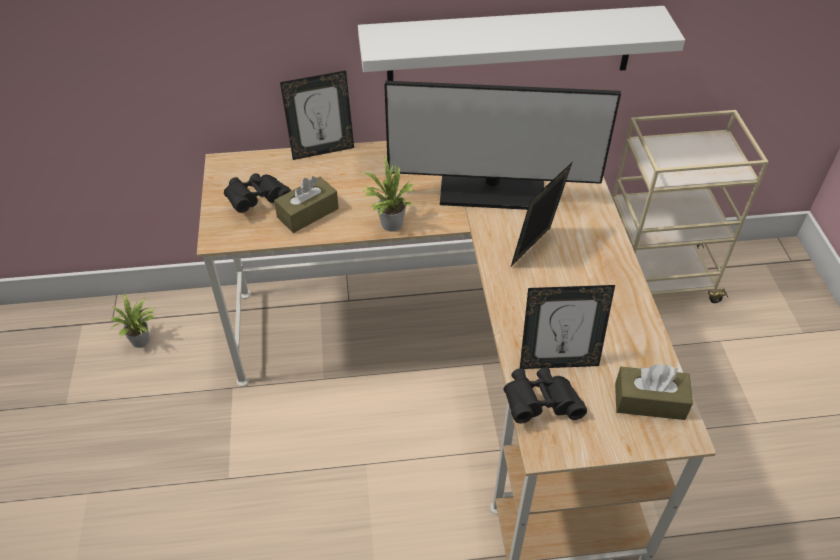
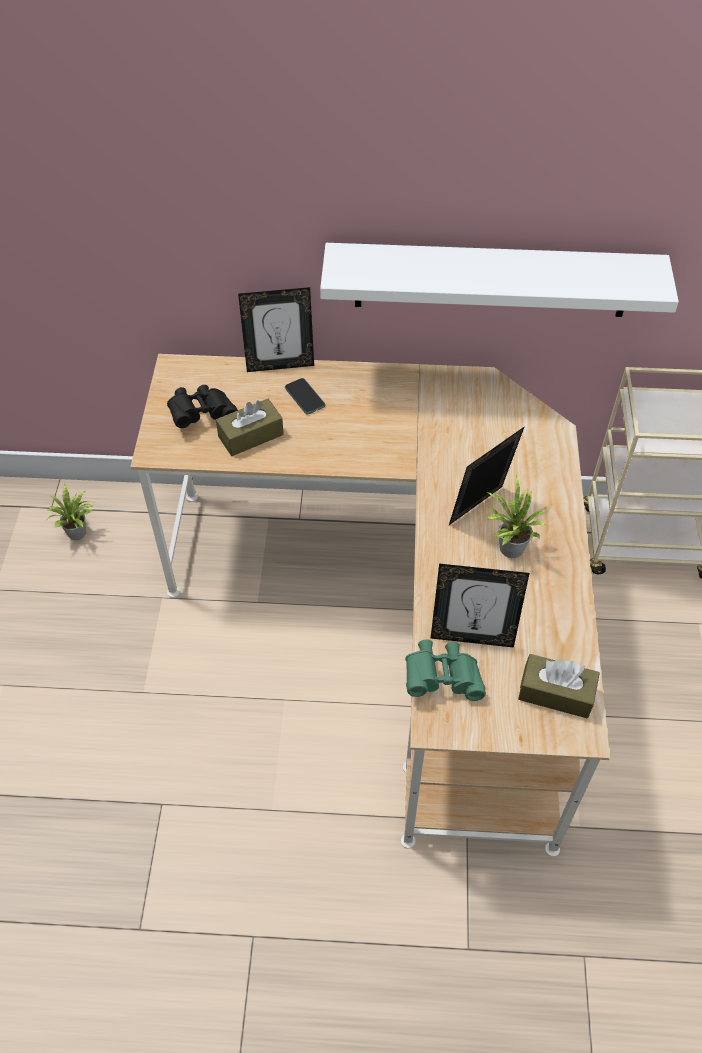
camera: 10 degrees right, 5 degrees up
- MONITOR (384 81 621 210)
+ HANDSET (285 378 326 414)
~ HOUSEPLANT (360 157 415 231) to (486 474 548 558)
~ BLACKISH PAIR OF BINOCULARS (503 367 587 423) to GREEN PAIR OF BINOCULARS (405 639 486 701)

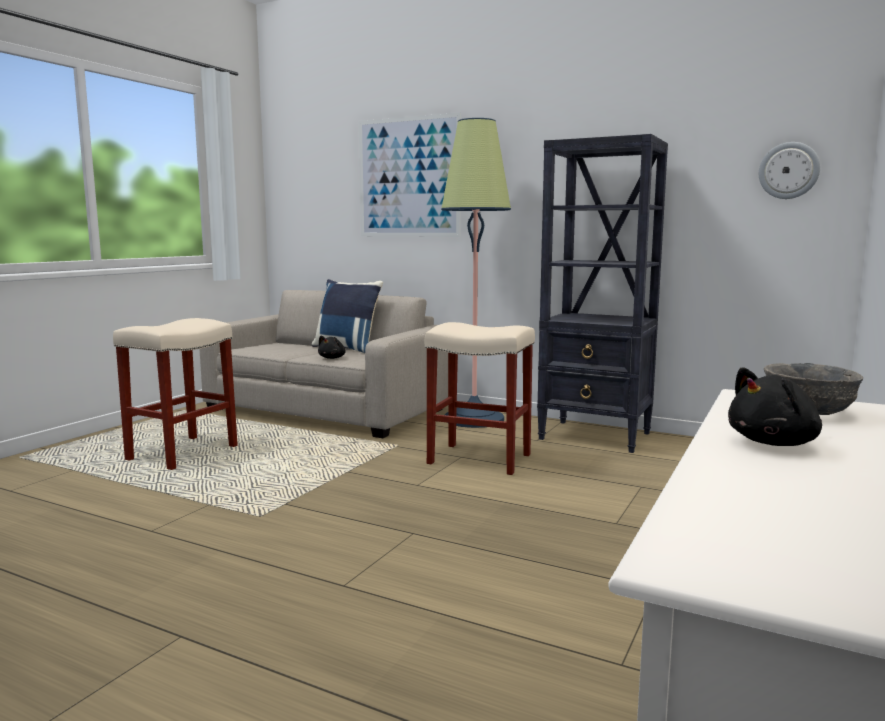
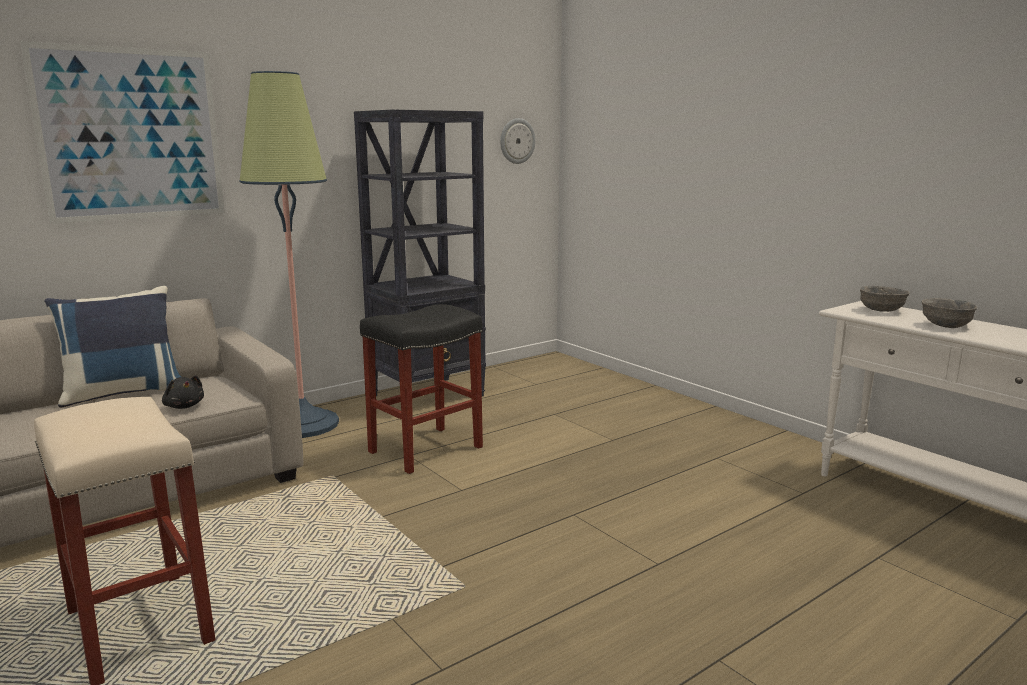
camera: 65 degrees left, 5 degrees up
~ BLACKISH CUDDLY TOY (728 368 822 446) to GRAY BOWL (922 298 977 328)
~ SAND-COLOURED STOOL (425 322 535 475) to BLACKISH STOOL (360 304 483 474)

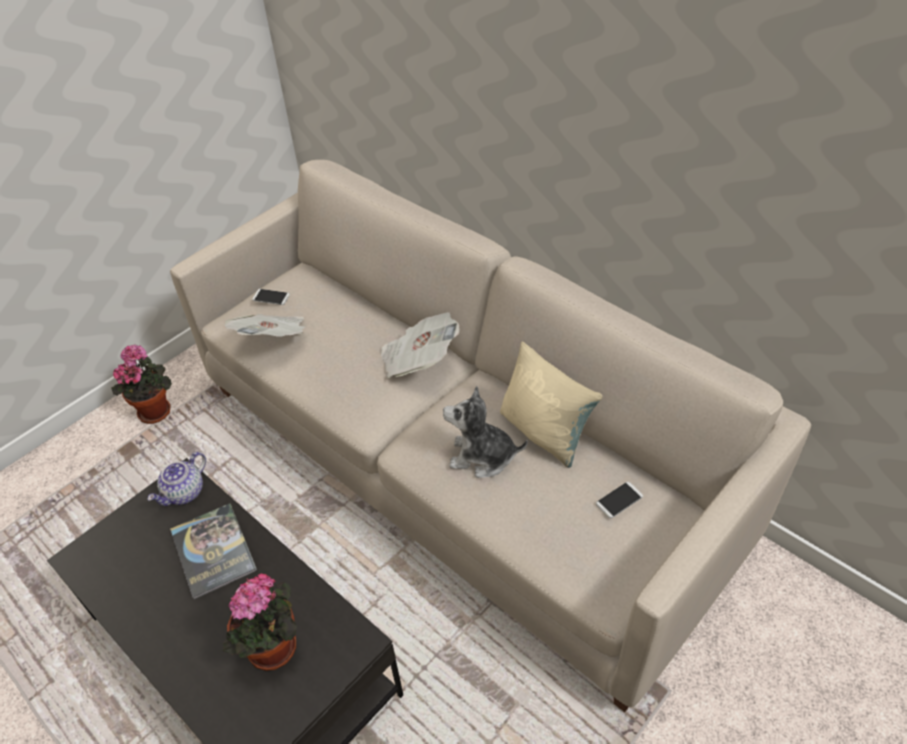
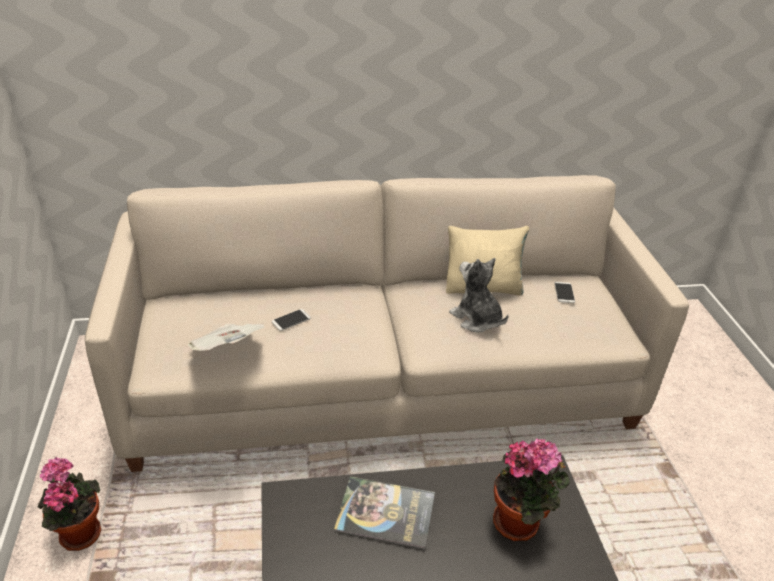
camera: 55 degrees left, 10 degrees down
- TEA POT (148 452 206 506)
- PRINTED PAPER (381 312 460 378)
~ HANDSET (252 289 290 305) to (272 309 311 331)
~ CUDDLY TOY (443 386 528 478) = (449 258 509 332) 90 degrees clockwise

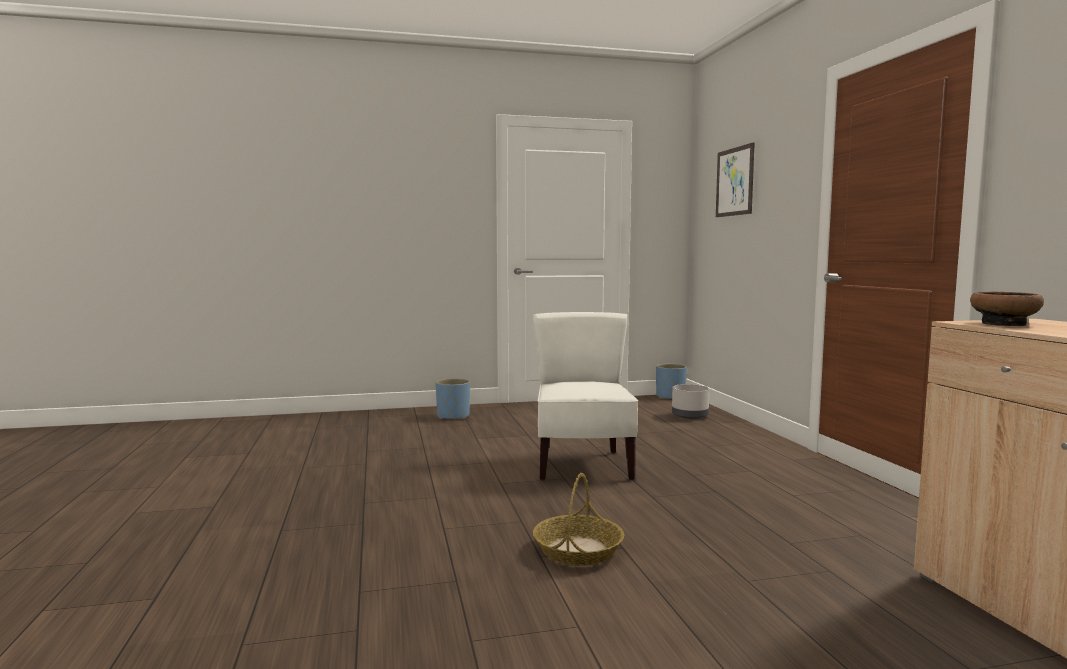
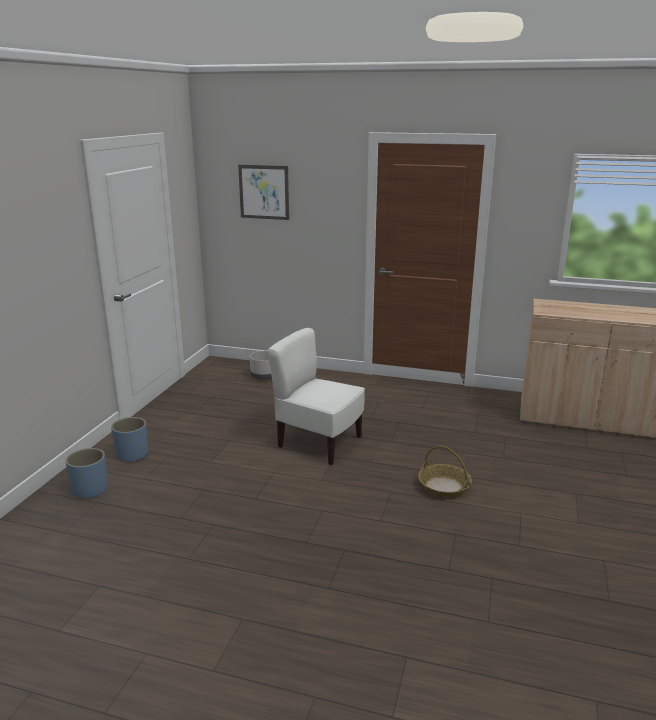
camera: 60 degrees left, 15 degrees up
- BOWL (970 292 1044 326)
~ BLUISH PLANTER (656 364 687 399) to (65 448 108 500)

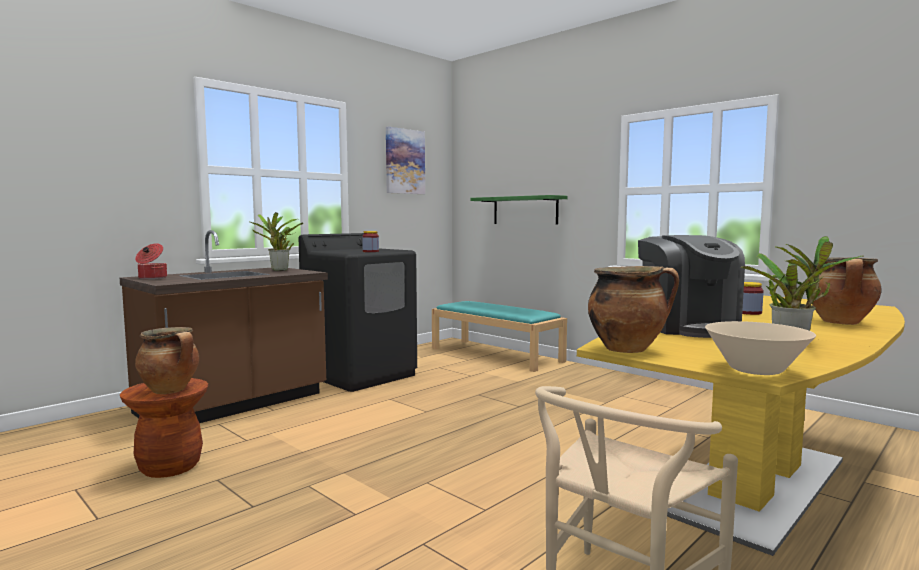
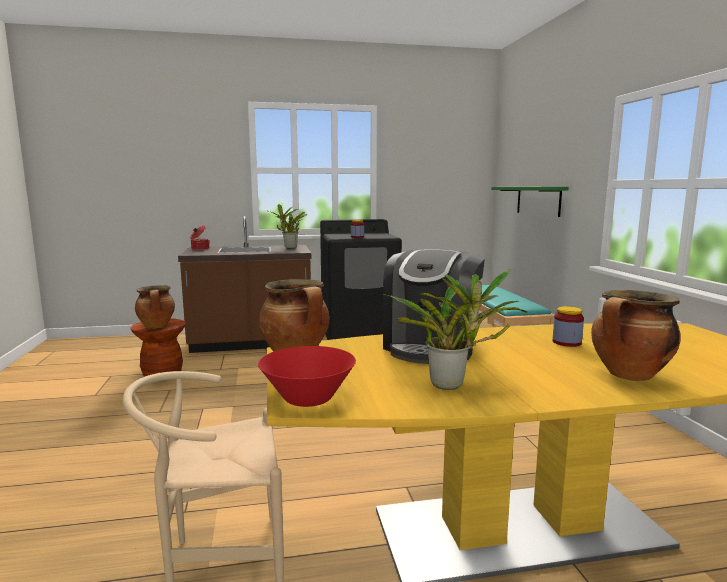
camera: 35 degrees right, 5 degrees up
- PICTURE (386 126 425 194)
~ SAND-COLOURED BOWL (705 321 816 375) to RED-COLOURED BOWL (258 346 356 407)

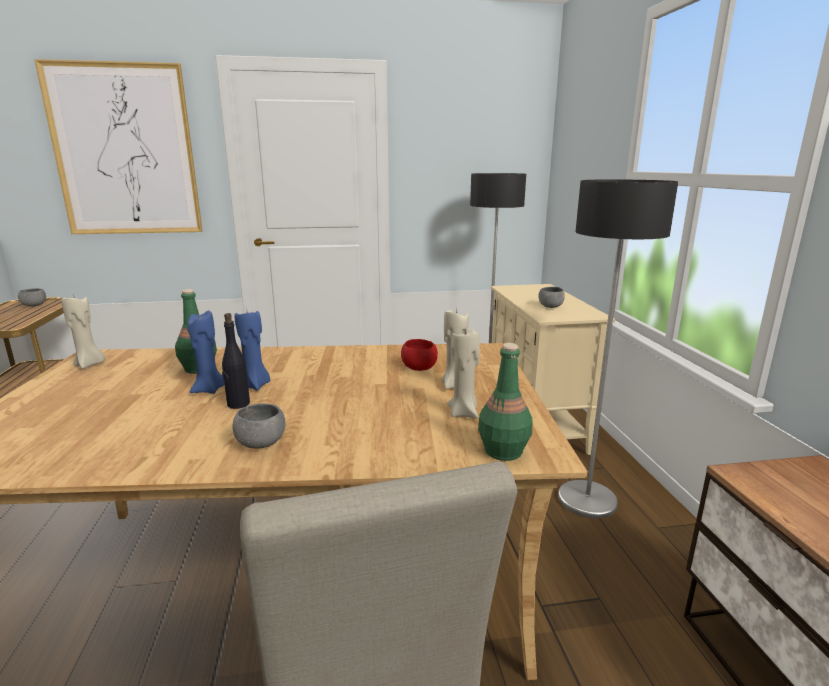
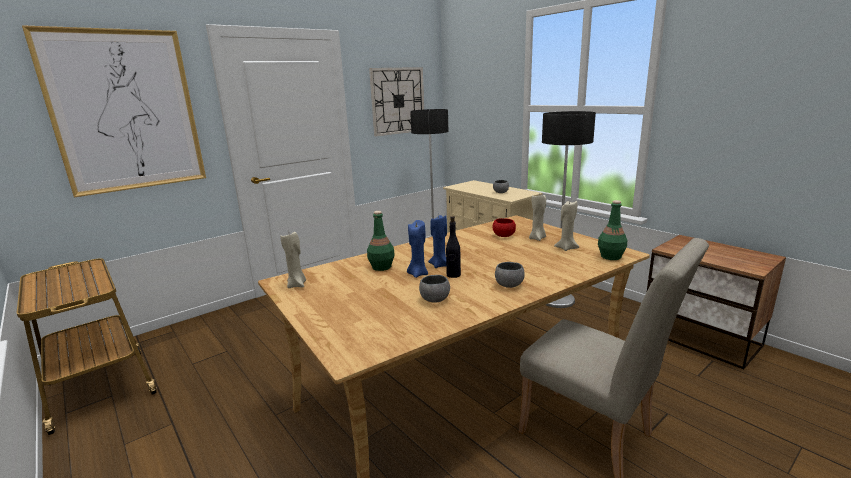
camera: 30 degrees left, 0 degrees up
+ WALL CLOCK (369 67 424 136)
~ GRAY BOWL (18 288 46 306) to (419 275 450 303)

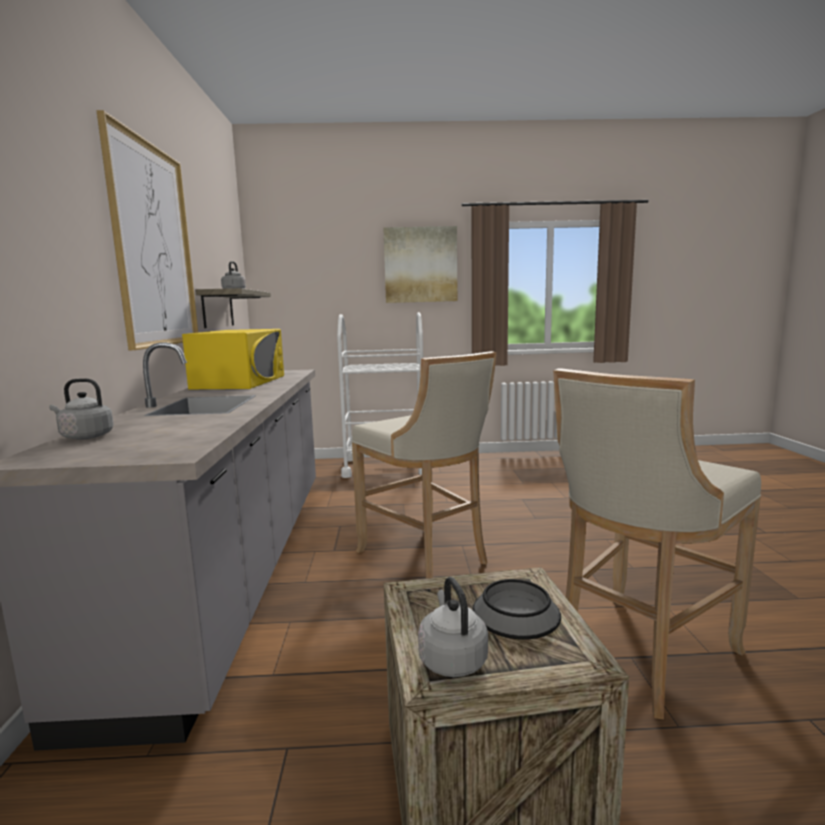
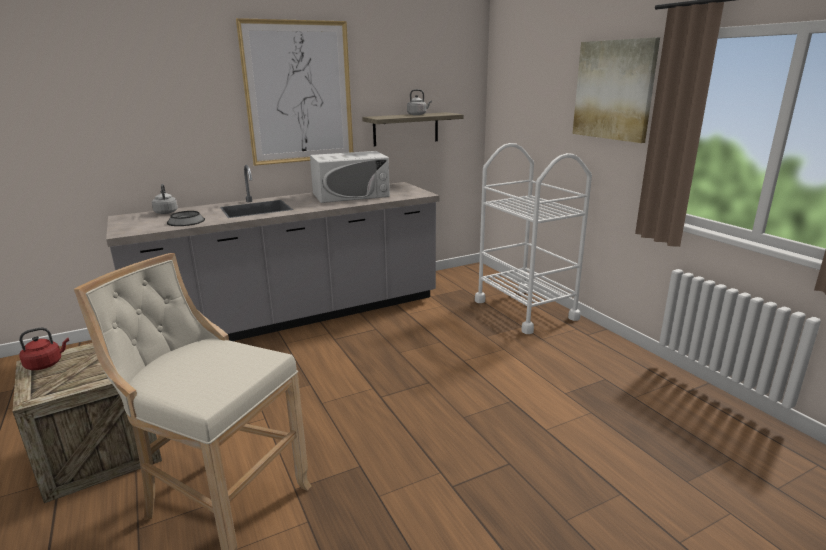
camera: 65 degrees right, 10 degrees up
- SAND-COLOURED STOOL (352 351 497 578)
~ BOWL (472 579 561 639) to (167 211 205 226)
~ YELLOW MICROWAVE OVEN (182 329 284 389) to WHITE-COLOURED MICROWAVE OVEN (310 151 390 203)
~ GRAY WATER KETTLE (418 577 488 677) to RED-COLOURED WATER KETTLE (19 327 69 370)

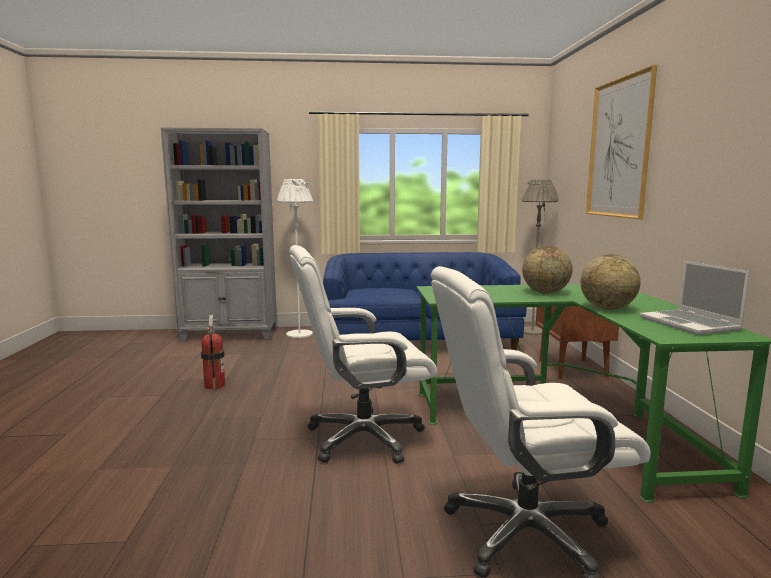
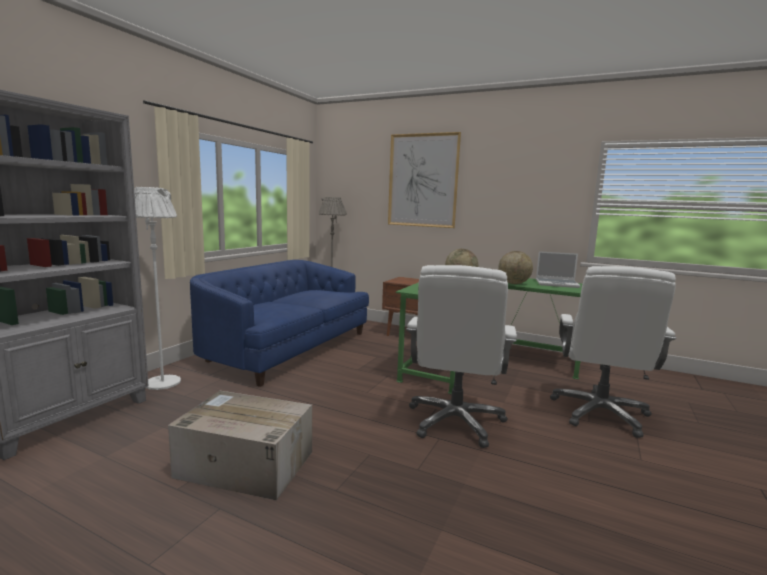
camera: 60 degrees left, 0 degrees up
~ EXTINGUISHER (201 315 225 390) to CARTON (168 391 312 500)

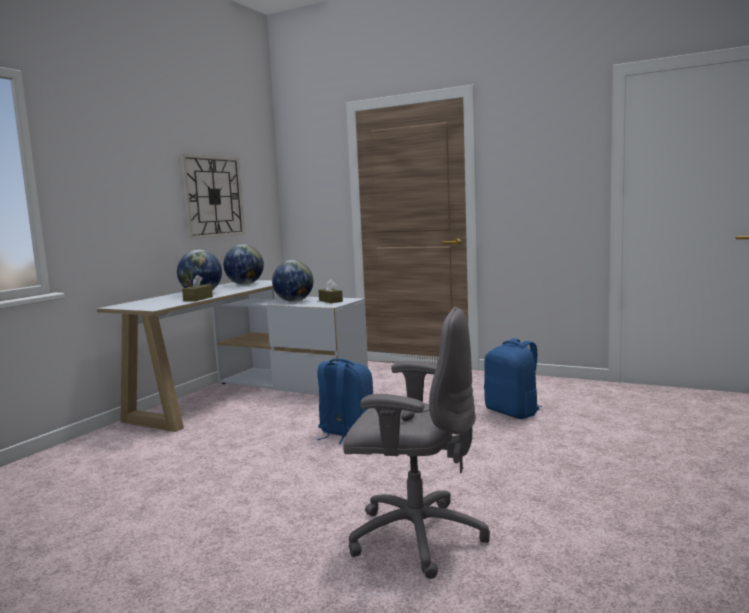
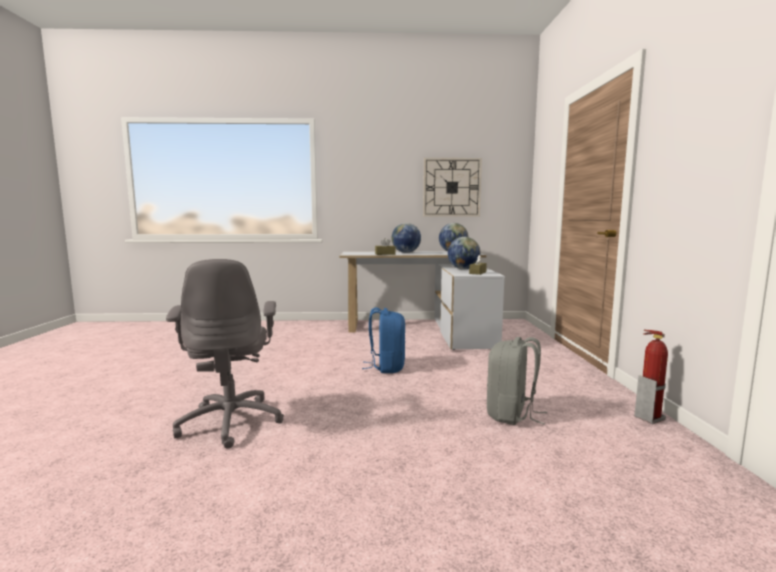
camera: 60 degrees right, 0 degrees up
+ EXTINGUISHER (634 329 668 424)
~ BLUISH KNAPSACK (484 338 543 419) to GRAY KNAPSACK (487 337 547 425)

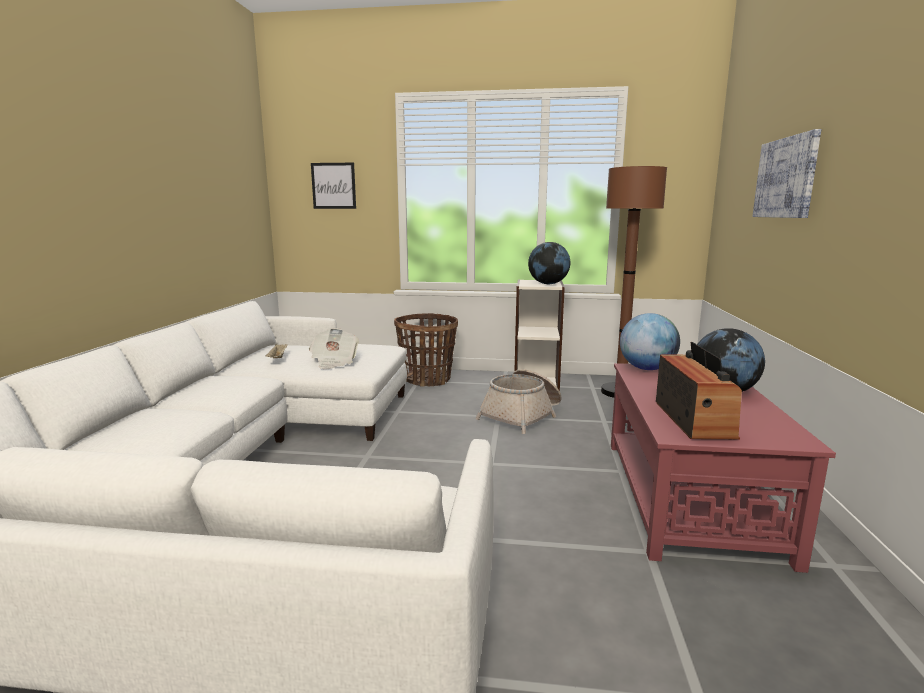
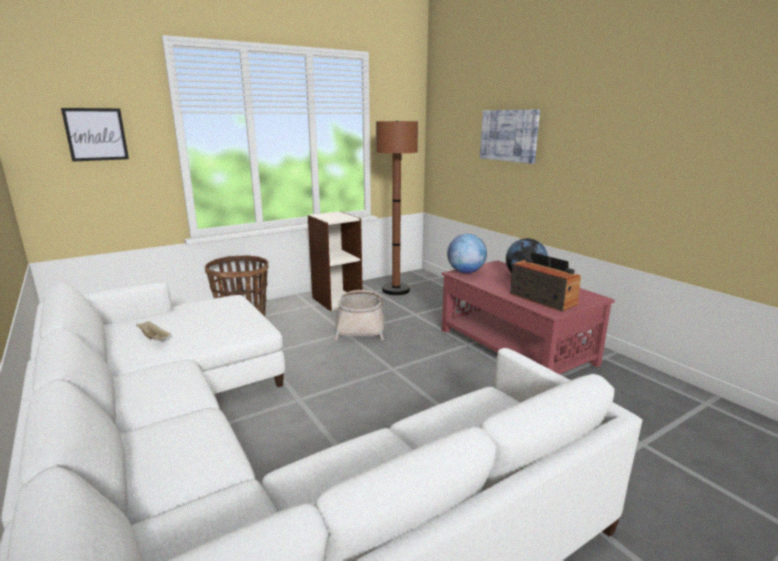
camera: 40 degrees left, 5 degrees up
- PRINTED PAPER (309 328 359 369)
- WORLD GLOBE (528 242 570 284)

